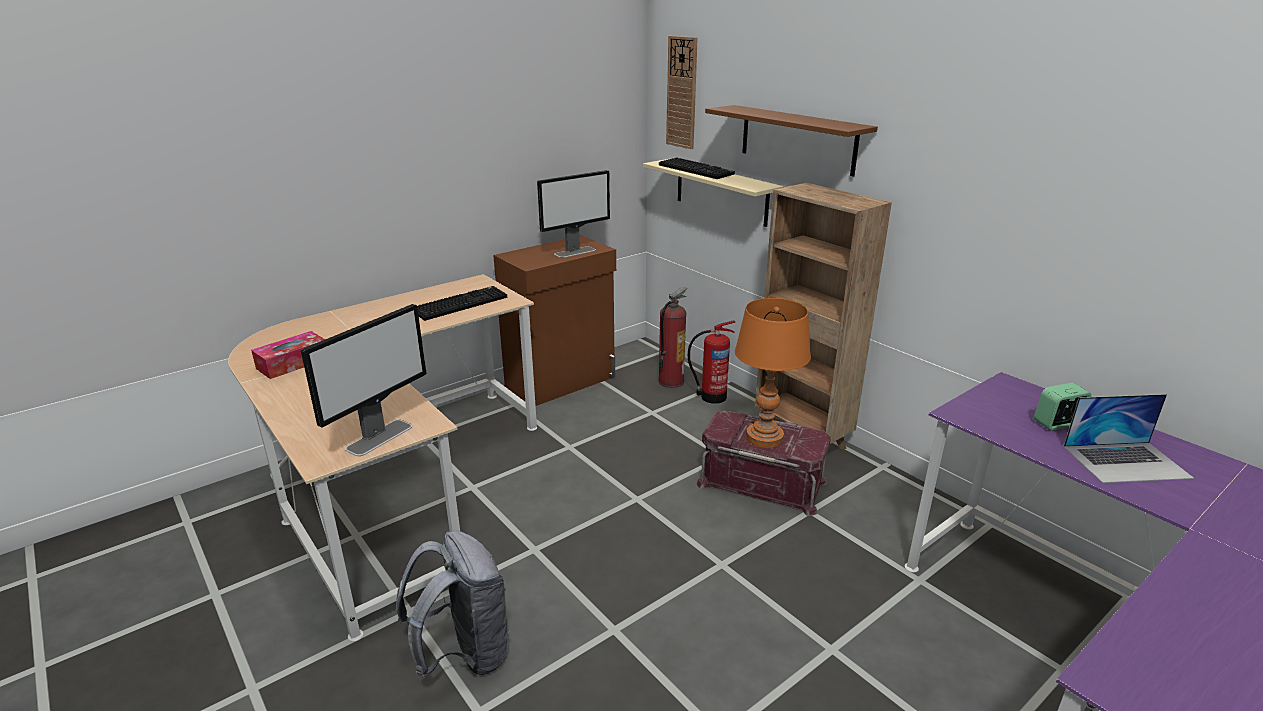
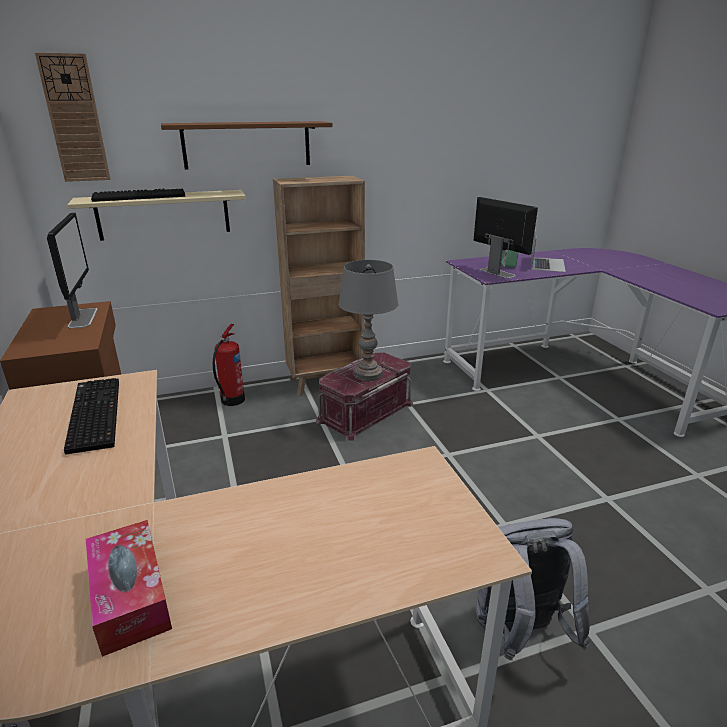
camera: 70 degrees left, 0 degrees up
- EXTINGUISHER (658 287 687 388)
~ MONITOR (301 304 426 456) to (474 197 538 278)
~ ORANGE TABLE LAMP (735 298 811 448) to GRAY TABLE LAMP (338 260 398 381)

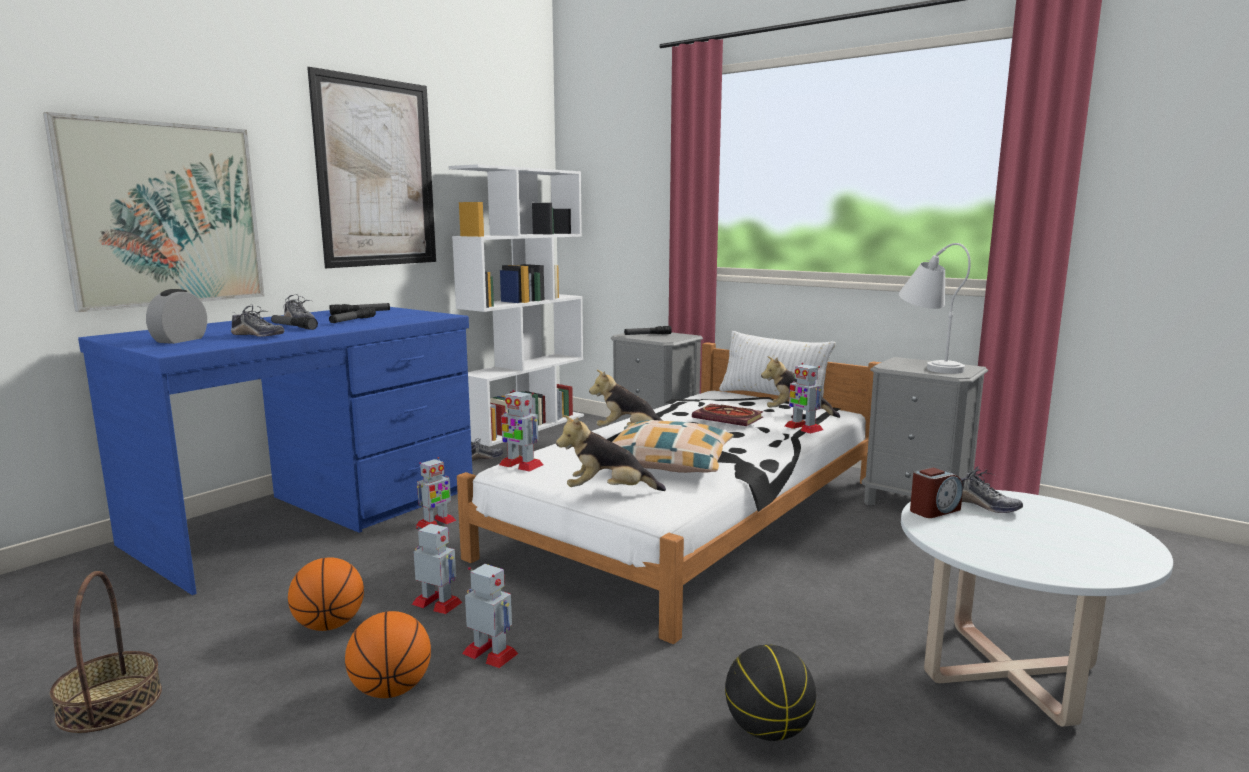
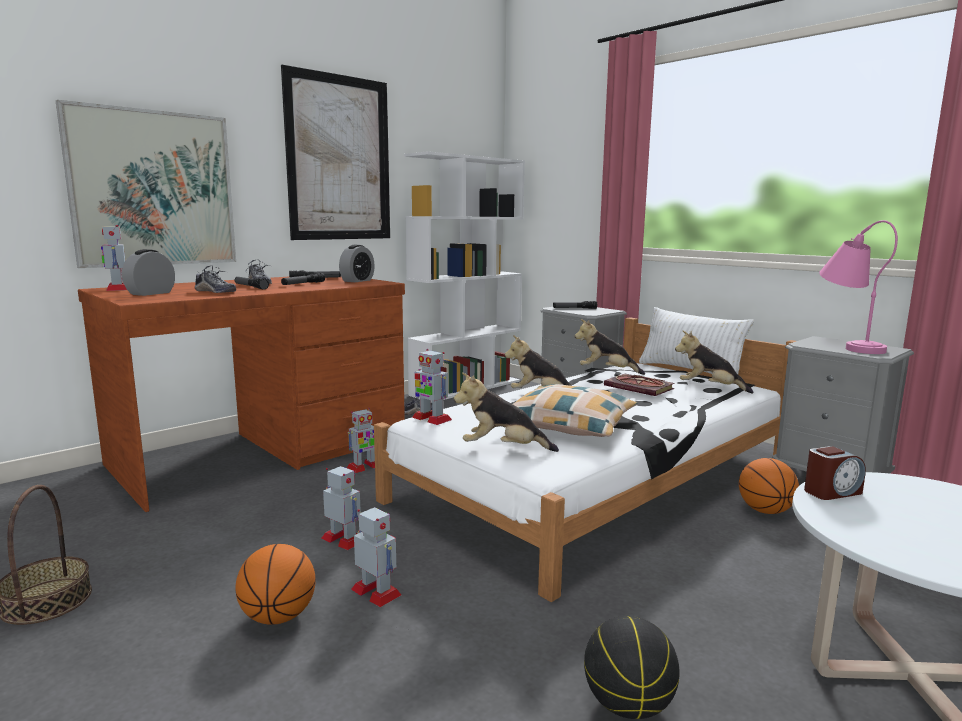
camera: 10 degrees right, 0 degrees up
- ITEM OF FOOTWEAR (946 466 1023 513)
+ TABLE CLOCK (339 245 375 282)
+ CUDDLY TOY (575 319 645 375)
~ BASKETBALL (288 557 364 631) to (739 458 799 514)
~ TOY ROBOT (785 363 823 434) to (101 225 127 291)
~ BLUISH DESK (78 307 473 595) to BROWNISH DESK (78 277 405 512)
~ WHITE-COLOURED TABLE LAMP (899 243 971 374) to PINK TABLE LAMP (819 220 898 354)

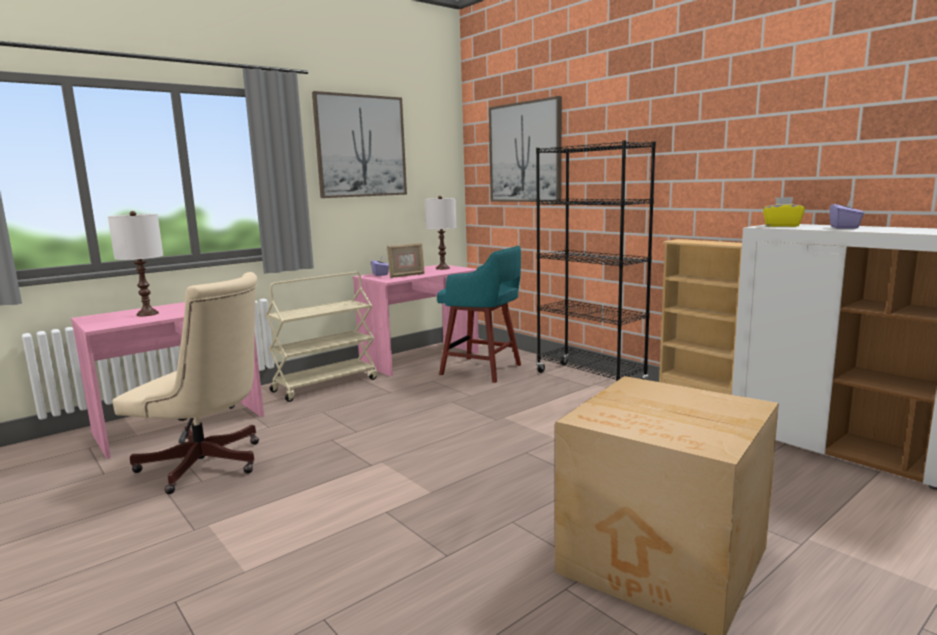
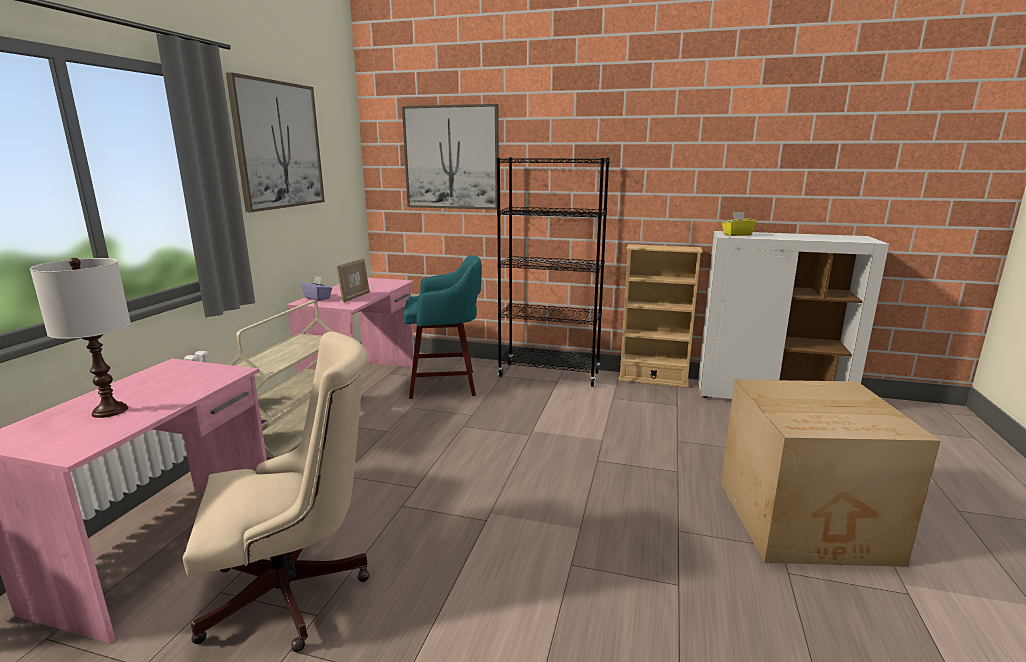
camera: 35 degrees left, 5 degrees up
- WHITE-COLOURED TABLE LAMP (425 196 457 270)
- PURPLE TISSUE BOX (830 197 864 229)

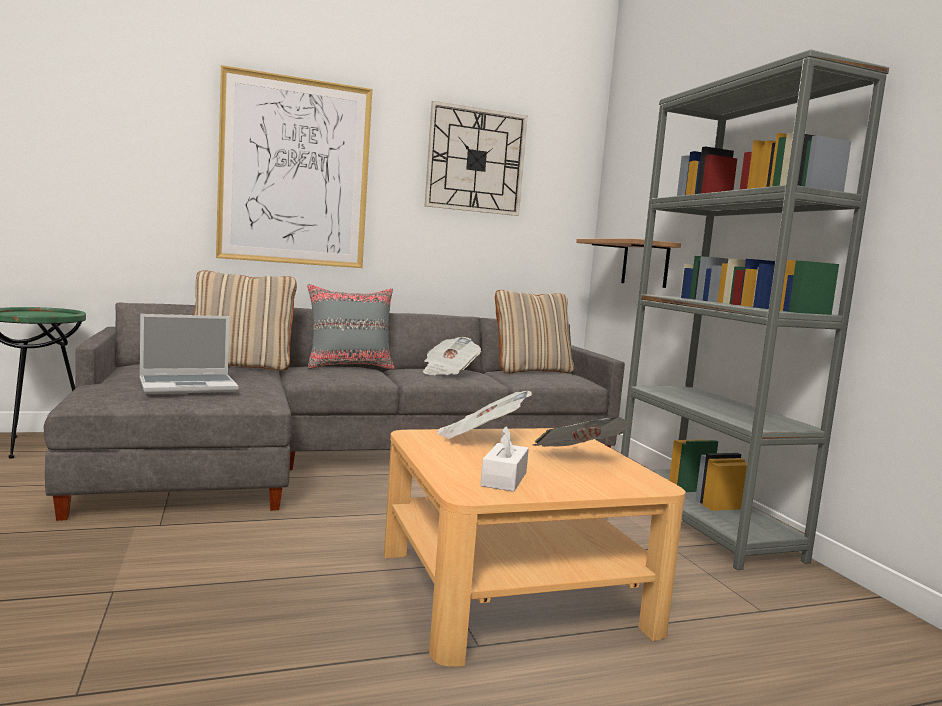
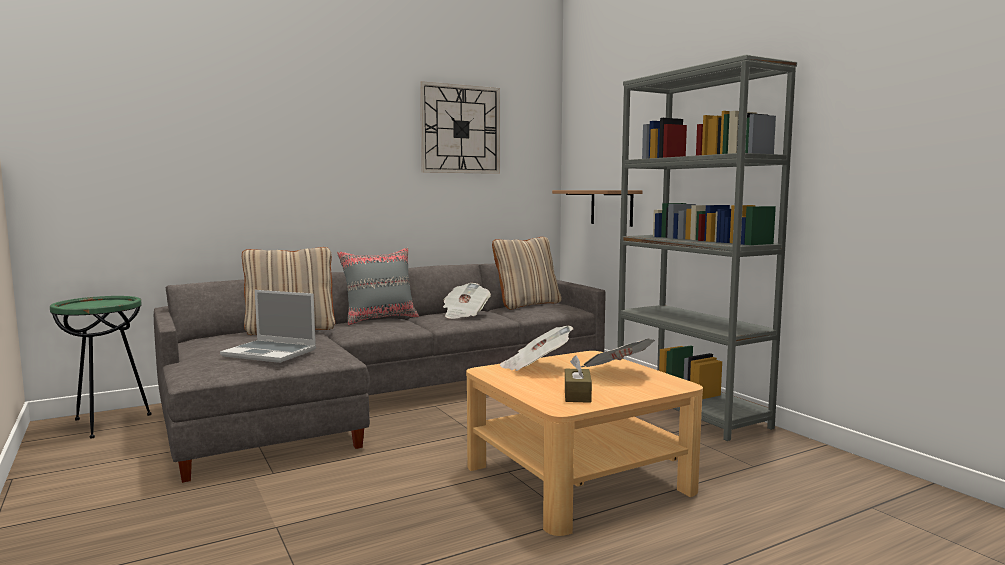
camera: 10 degrees left, 0 degrees up
- PICTURE (216 65 372 268)
~ WHITE-COLOURED TISSUE BOX (480 426 529 492) to BROWNISH TISSUE BOX (565 355 592 403)
~ PORTABLE COMPUTER (140 314 238 394) = (220 290 316 363) 60 degrees clockwise

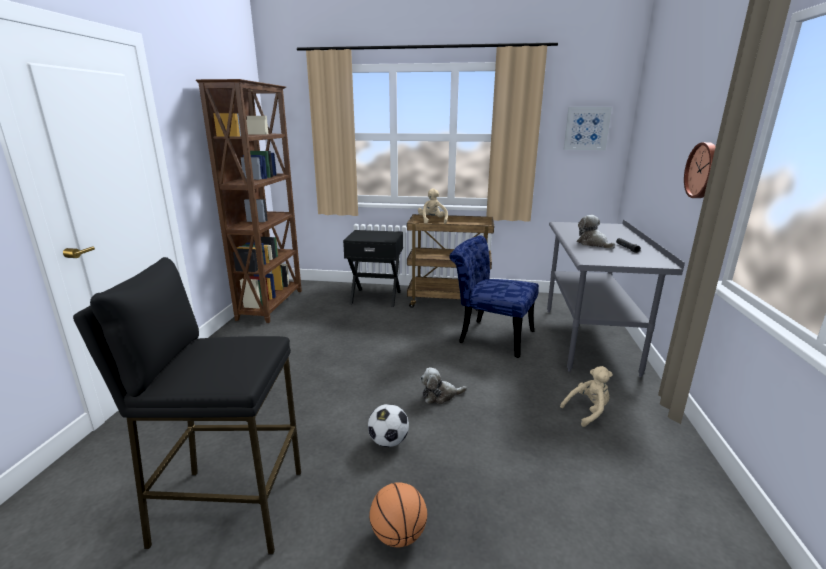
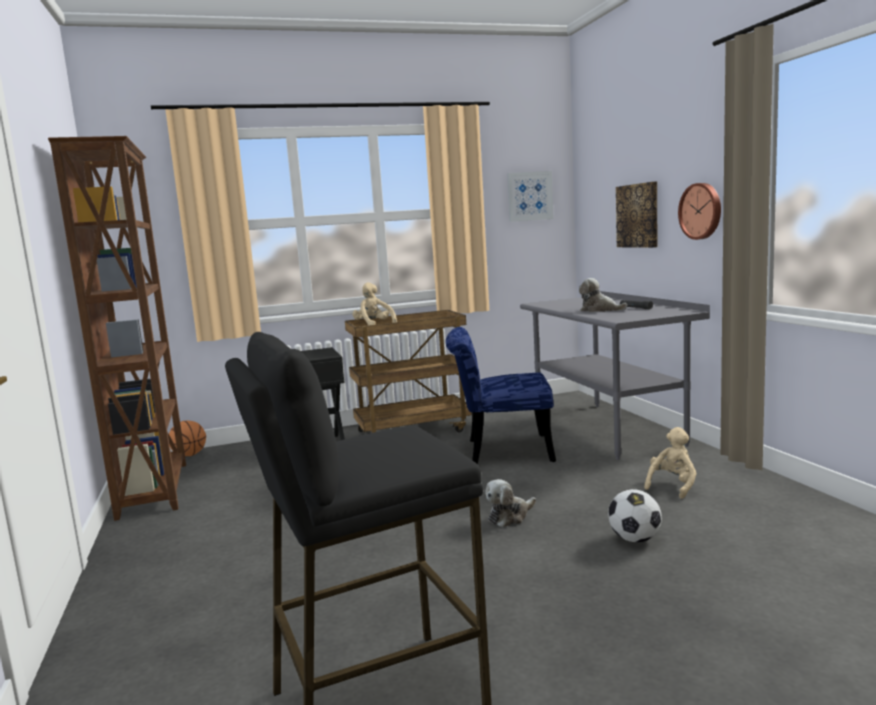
camera: 25 degrees left, 10 degrees down
+ PICTURE (616 181 657 248)
~ BALL FOR FOOTBALL (368 404 409 447) to (608 489 662 542)
~ BASKETBALL (369 482 427 547) to (169 421 206 456)

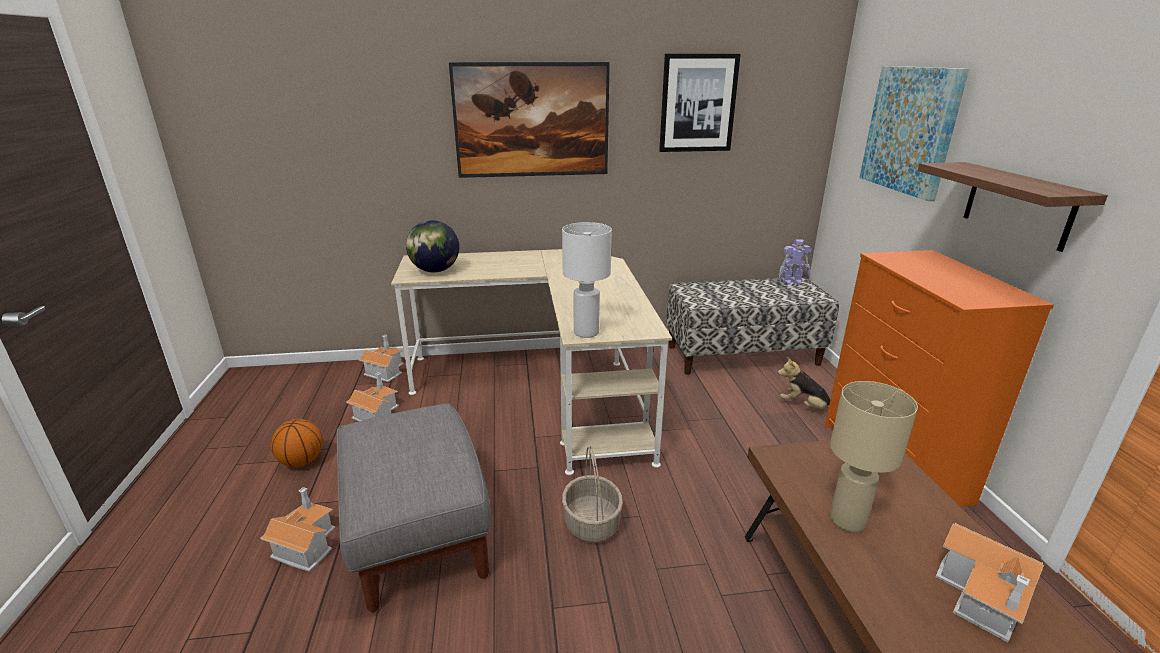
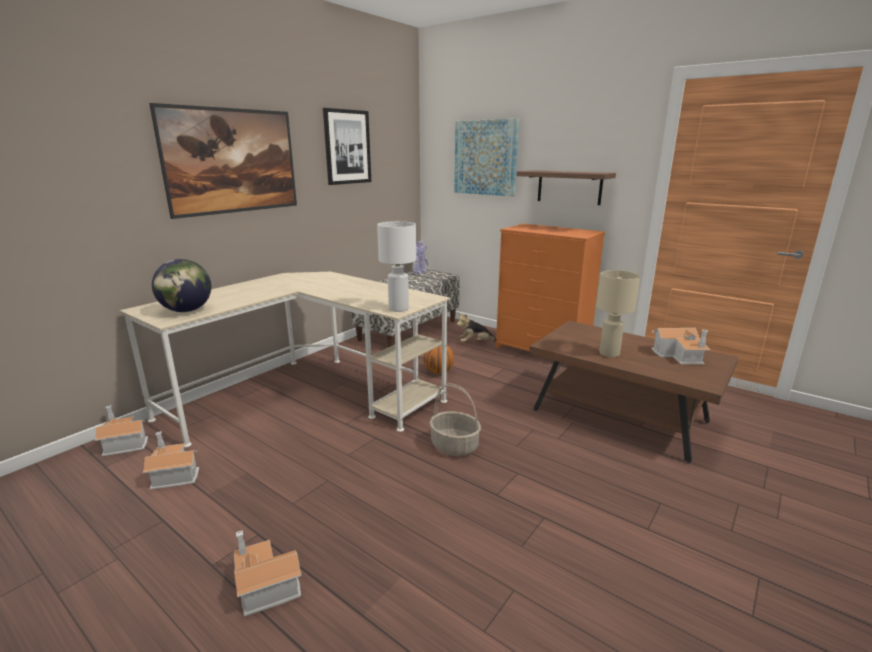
camera: 45 degrees left, 5 degrees down
- GRAY FOOTREST (337 403 491 613)
~ BASKETBALL (271 419 323 467) to (423 345 454 374)

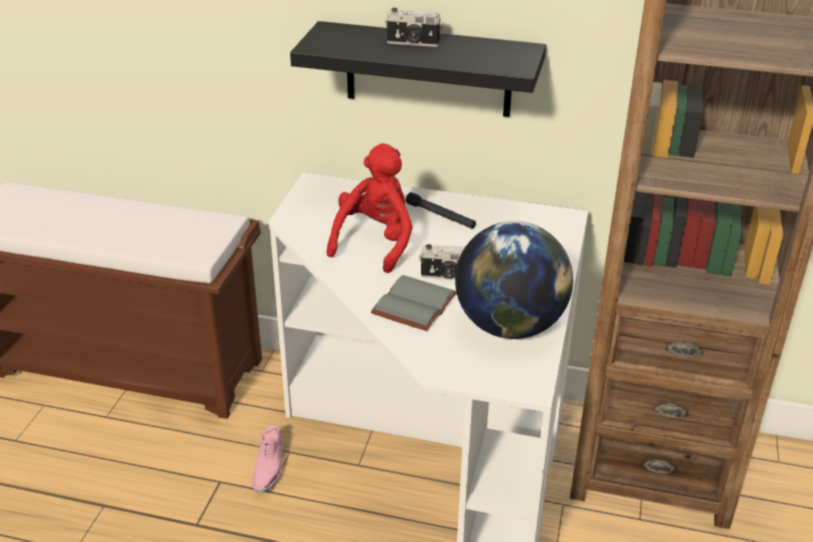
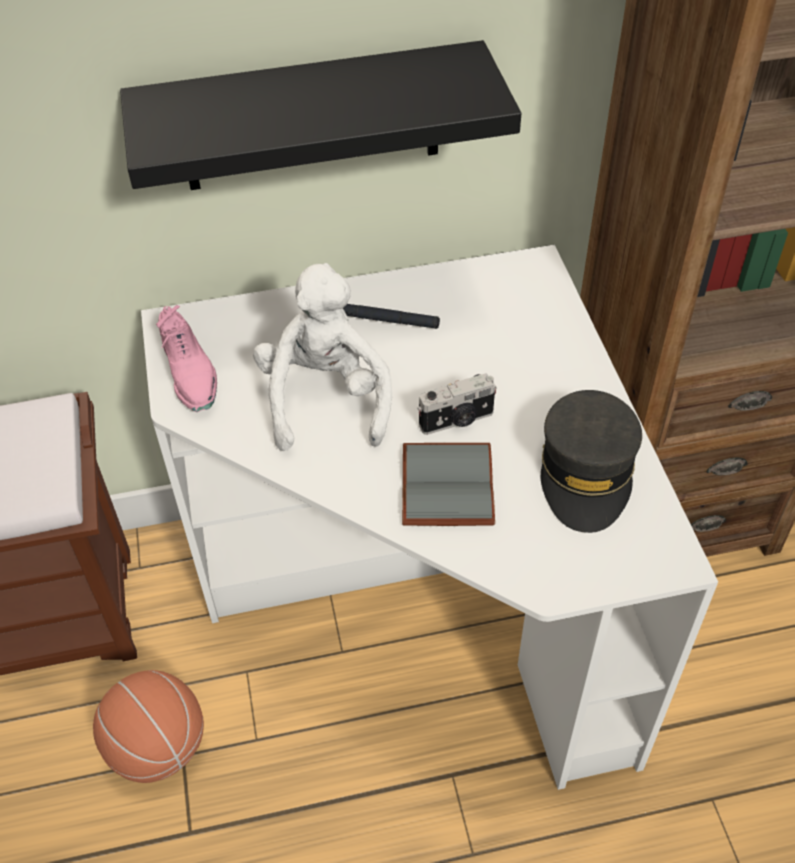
camera: 25 degrees left, 15 degrees up
- PHOTO CAMERA (385 8 442 47)
+ BASKETBALL (93 670 204 783)
~ PINK ITEM OF FOOTWEAR (252 424 284 493) to (156 305 217 412)
~ WORLD GLOBE (455 221 573 339) to GRAY CAP (541 390 642 533)
~ RED-COLOURED CUDDLY TOY (327 143 413 273) to WHITE-COLOURED CUDDLY TOY (253 263 392 451)

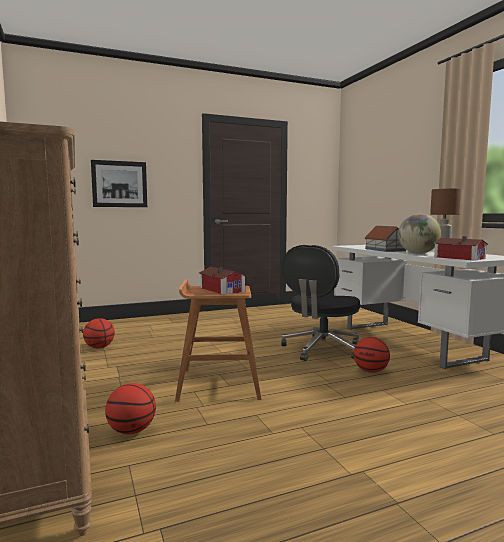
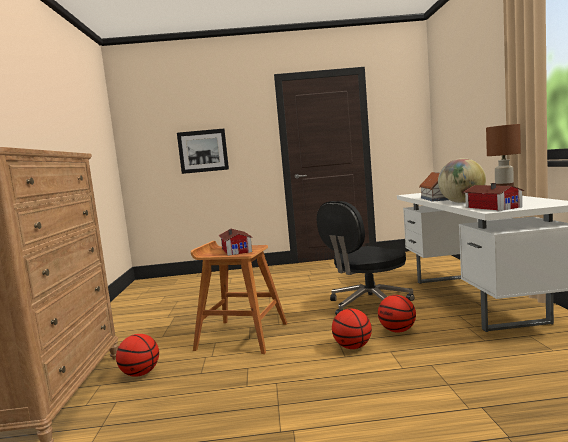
camera: 20 degrees right, 0 degrees up
~ BASKETBALL (83 318 115 348) to (332 309 372 349)

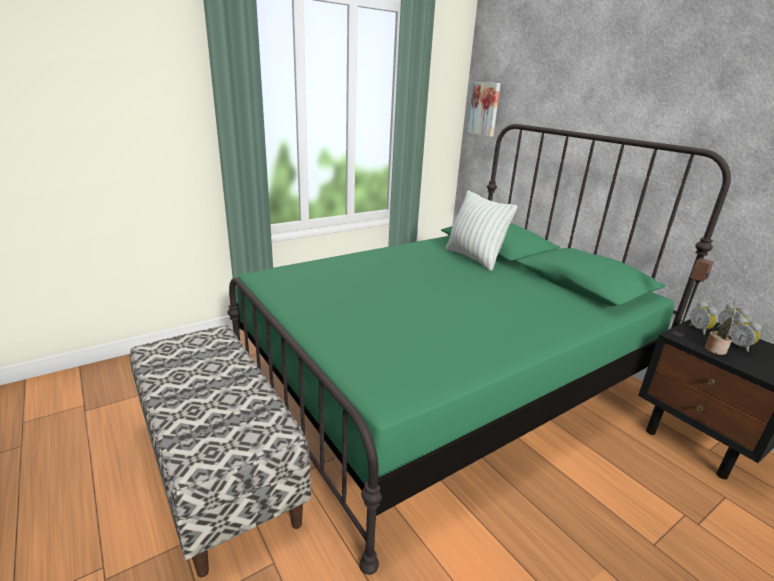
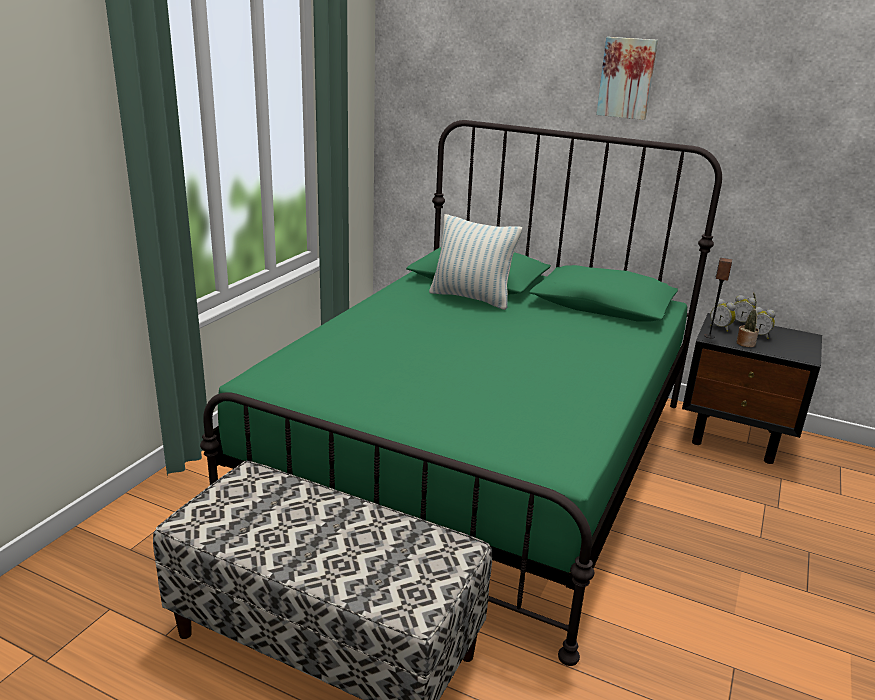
camera: 30 degrees left, 0 degrees up
~ PICTURE (468 82 501 137) to (596 37 658 120)

